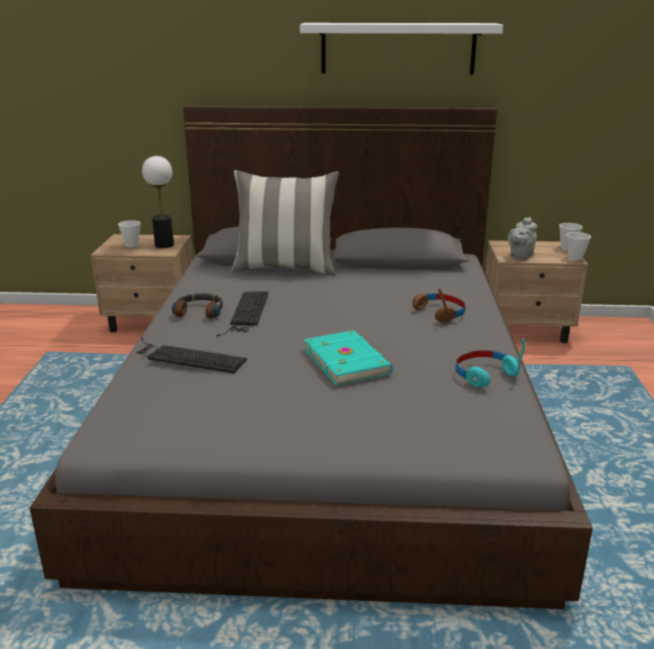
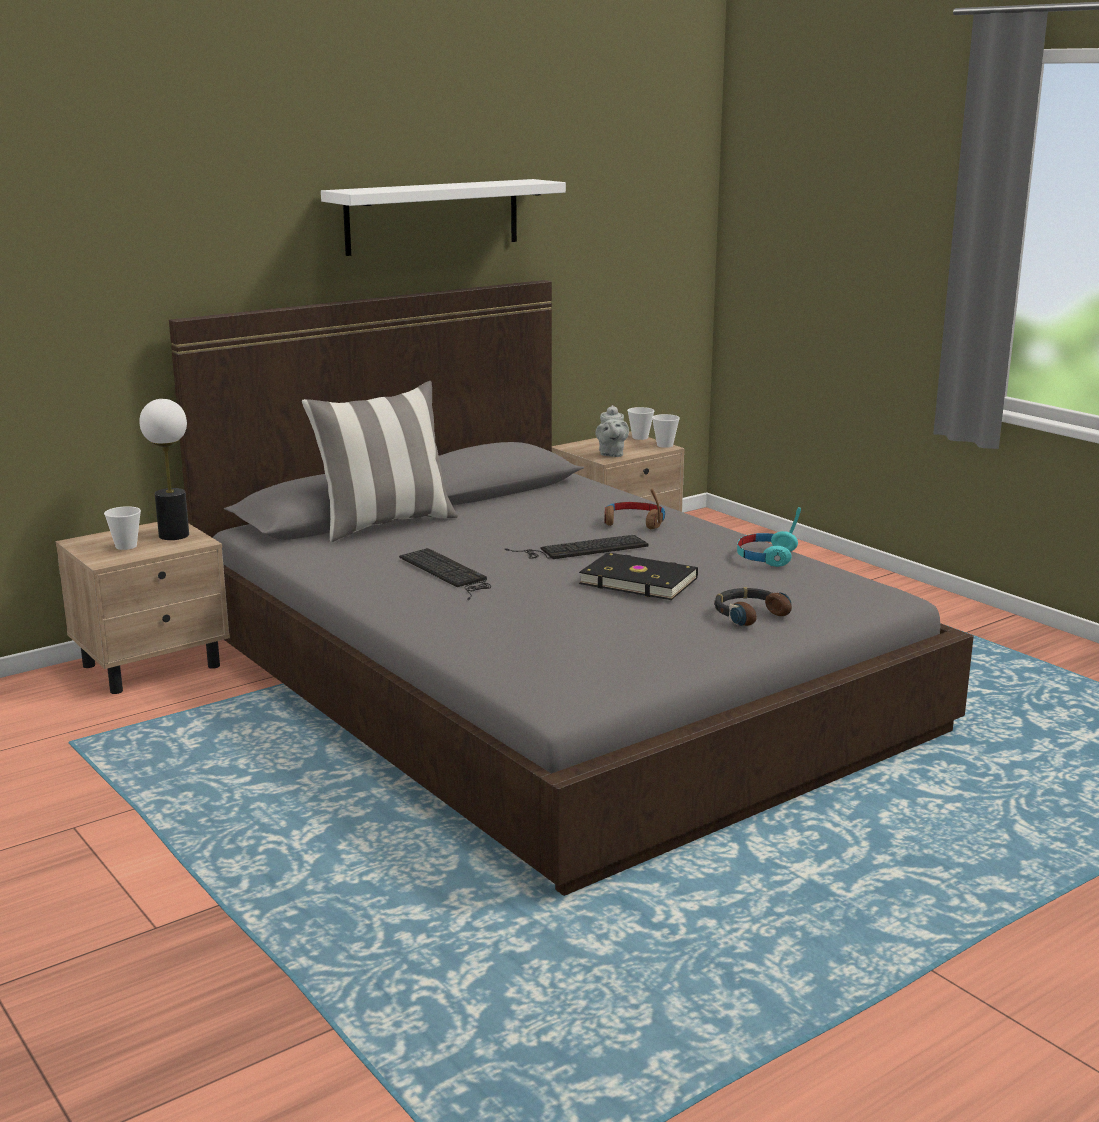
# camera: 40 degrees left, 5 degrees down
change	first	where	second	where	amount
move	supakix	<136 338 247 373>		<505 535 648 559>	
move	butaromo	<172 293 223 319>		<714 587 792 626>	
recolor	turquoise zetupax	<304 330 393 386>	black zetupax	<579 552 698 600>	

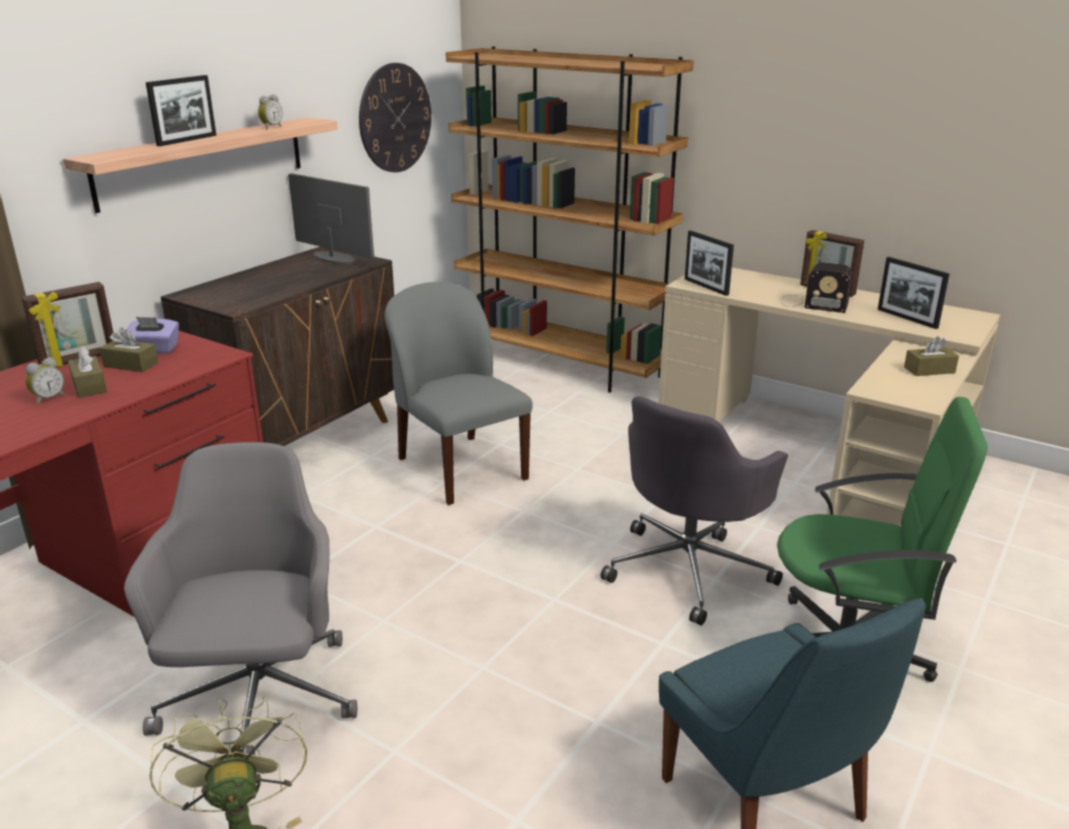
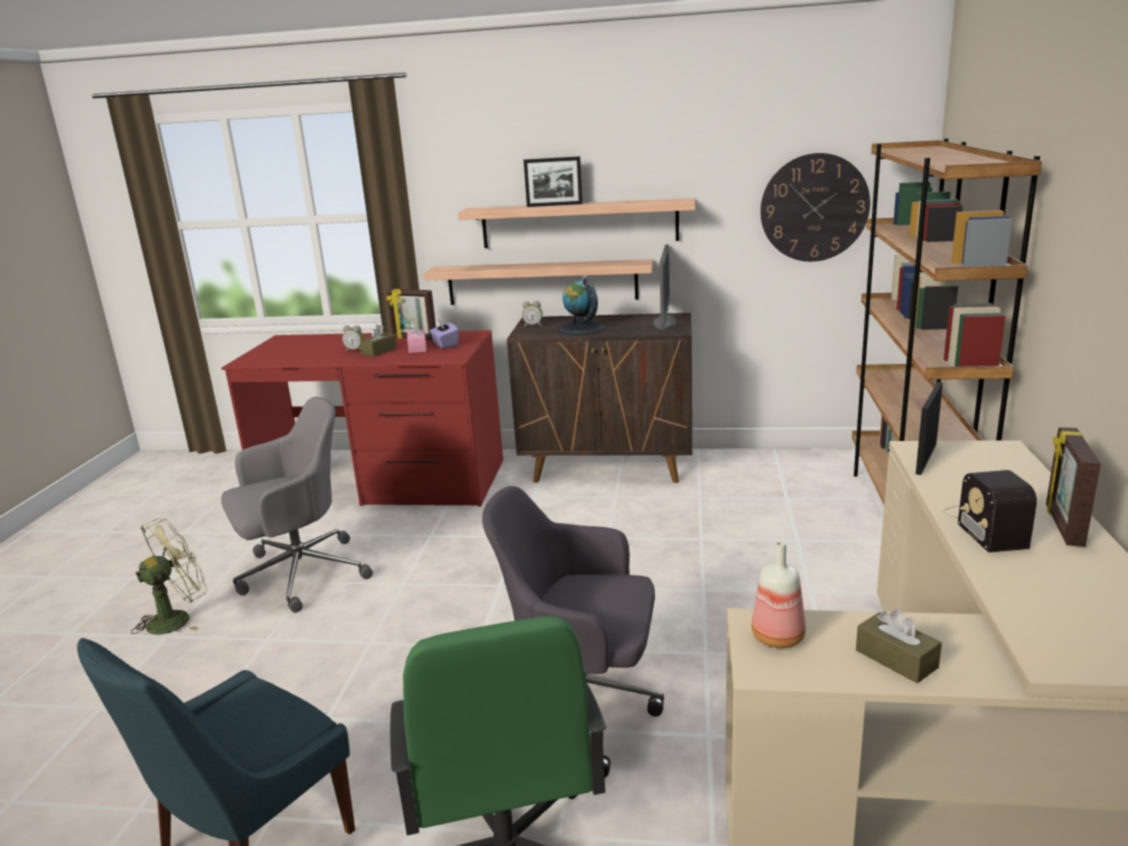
# camera: 65 degrees right, 5 degrees down
change	first	where	second	where	amount
recolor	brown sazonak	<99 328 159 372>	pink sazonak	<407 321 427 353>	
move	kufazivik	<258 94 283 129>		<522 301 543 327>	
delete	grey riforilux	<385 282 533 505>			
delete	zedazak	<878 257 950 329>			
insert			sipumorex	<423 259 653 305>	
insert			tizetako	<558 278 605 336>	
insert			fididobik	<752 541 806 648>	

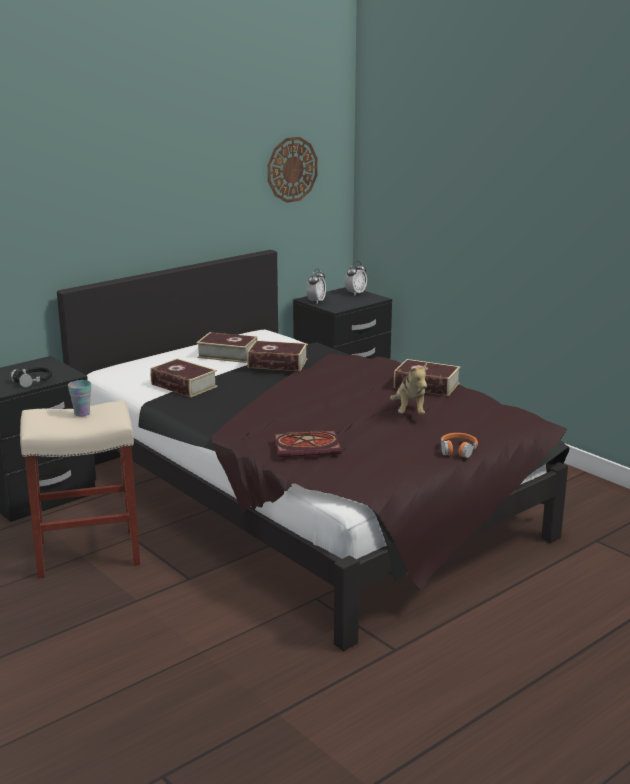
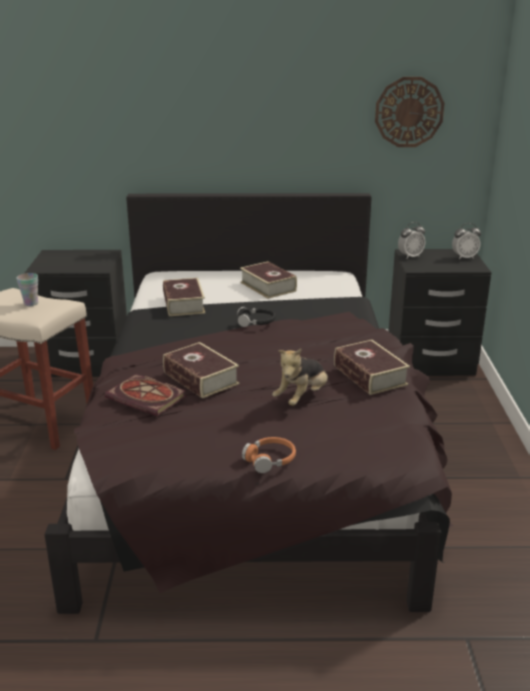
# camera: 40 degrees right, 5 degrees up
change	first	where	second	where	amount
move	black butaromo	<11 367 52 387>		<237 307 276 327>	
move	zetupax	<247 340 307 371>		<163 342 239 399>	

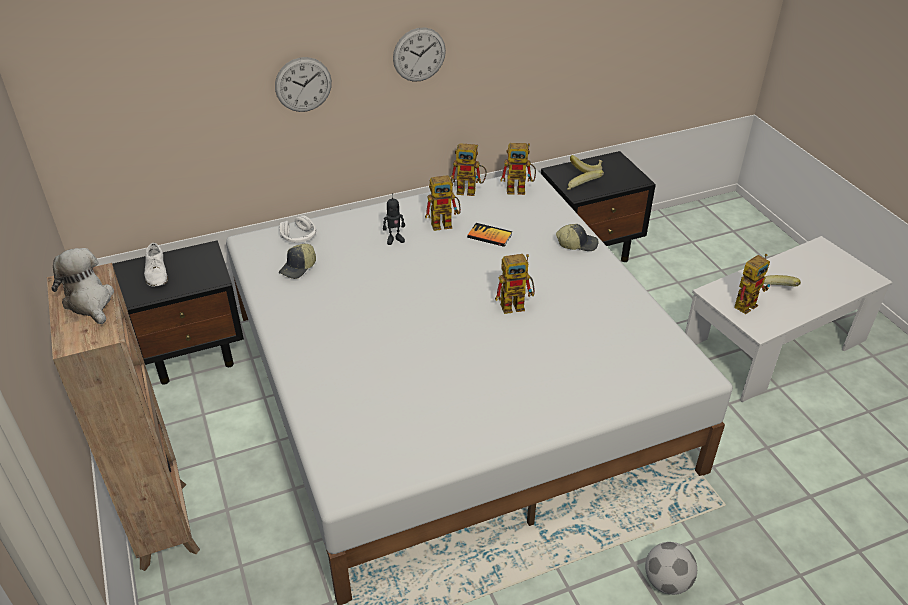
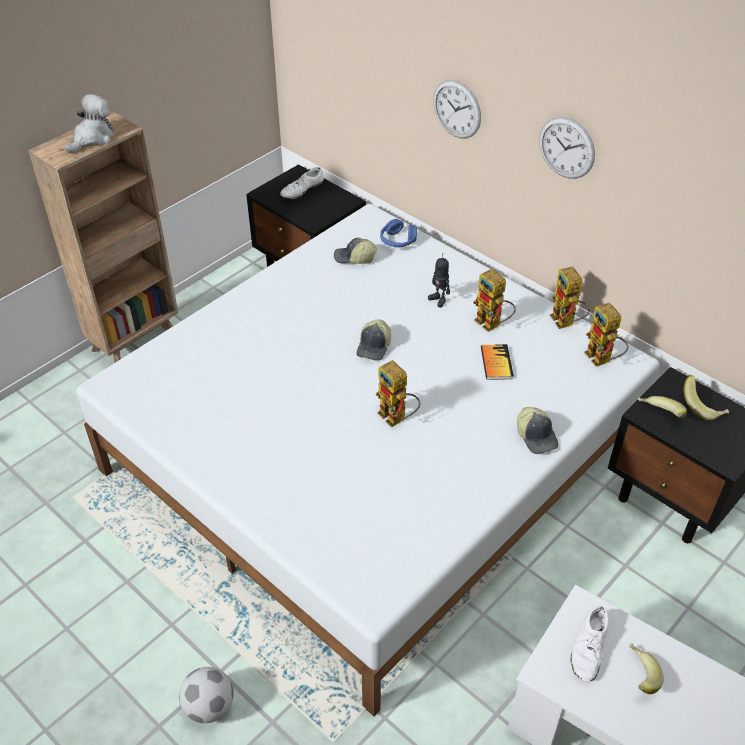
# camera: 65 degrees right, 5 degrees up
change	first	where	second	where	amount
recolor	white butaromo	<280 215 316 243>	blue butaromo	<380 219 417 247>	
replace	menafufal	<734 254 770 314>	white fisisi	<570 606 609 681>	
insert			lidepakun	<356 319 391 361>	

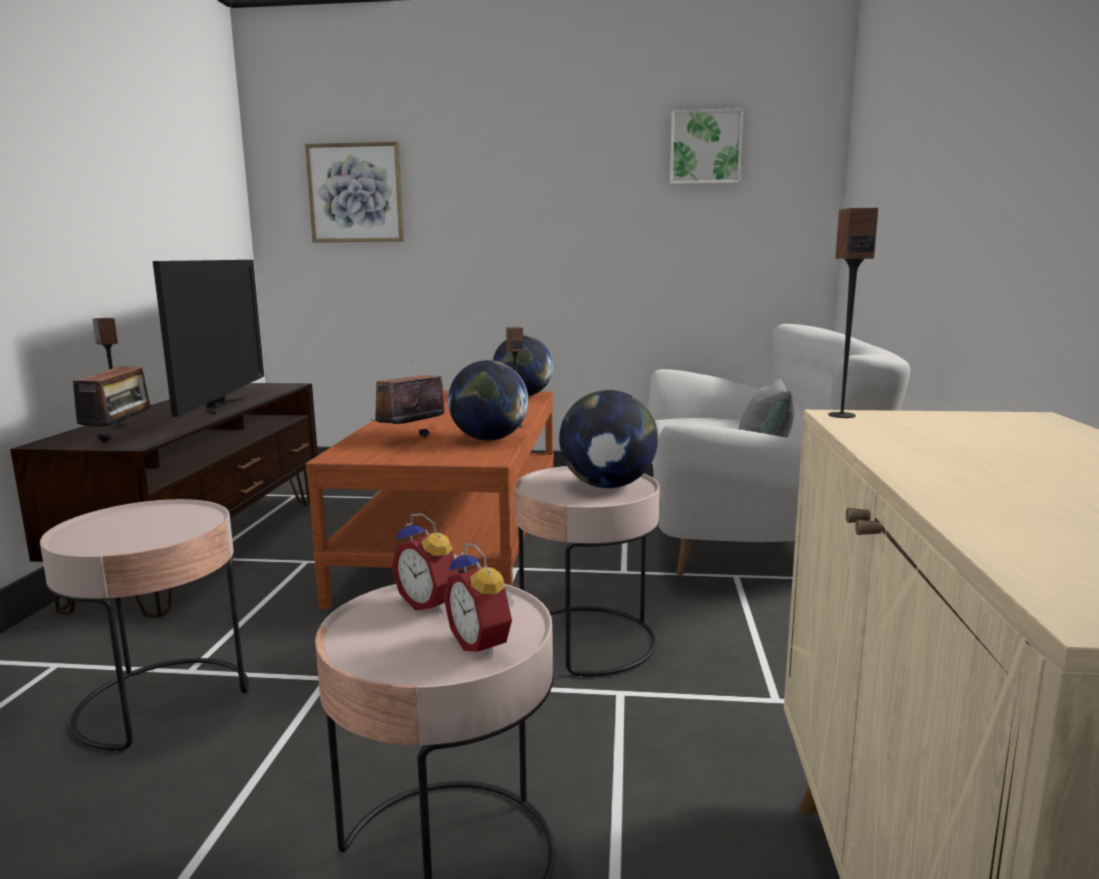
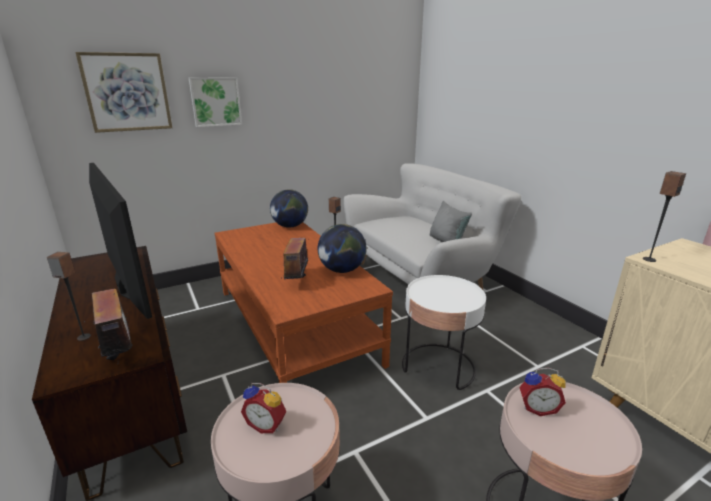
# camera: 35 degrees left, 10 degrees up
change	first	where	second	where	amount
move	kufazivik	<444 543 515 658>		<241 383 286 433>	
recolor	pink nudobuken	<514 466 660 677>	white nudobuken	<402 275 486 390>	
delete	tizetako	<559 390 658 488>			
move	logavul	<670 108 743 185>		<189 77 242 127>	

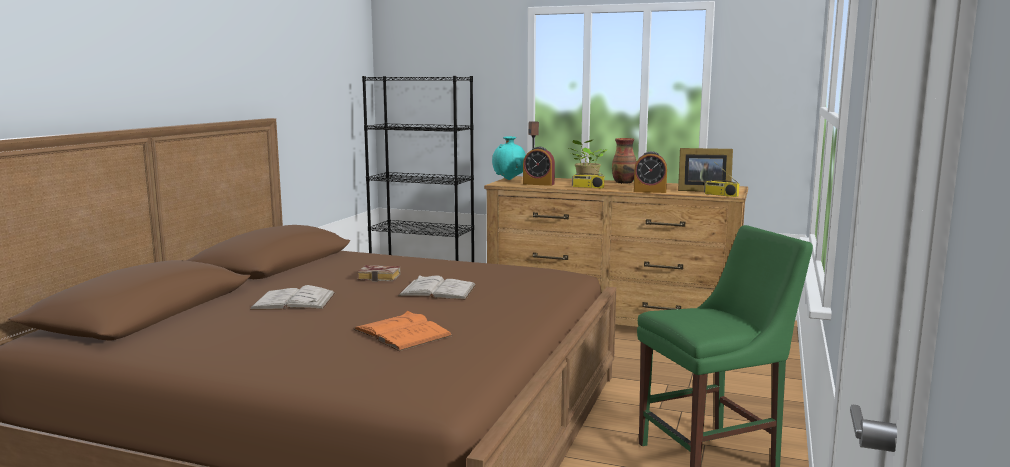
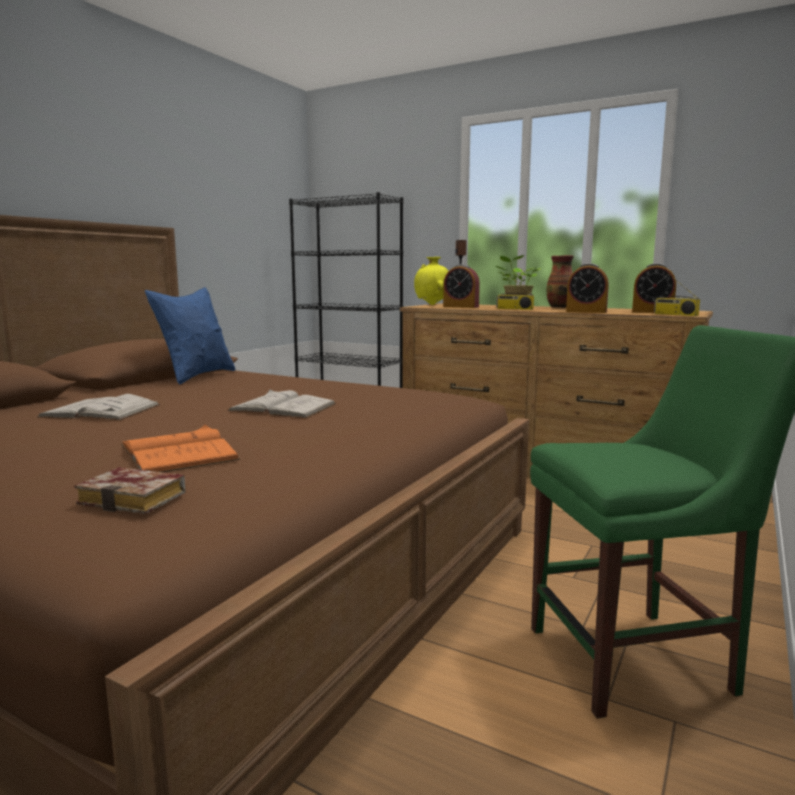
# camera: 10 degrees right, 0 degrees up
change	first	where	second	where	amount
move	zetupax	<357 265 401 282>		<74 467 186 514>	
recolor	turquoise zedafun	<492 136 526 180>	yellow zedafun	<414 257 448 305>	
replace	zedazak	<678 148 733 192>	kufazivik	<632 263 676 313>	
insert			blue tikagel	<145 287 236 384>	

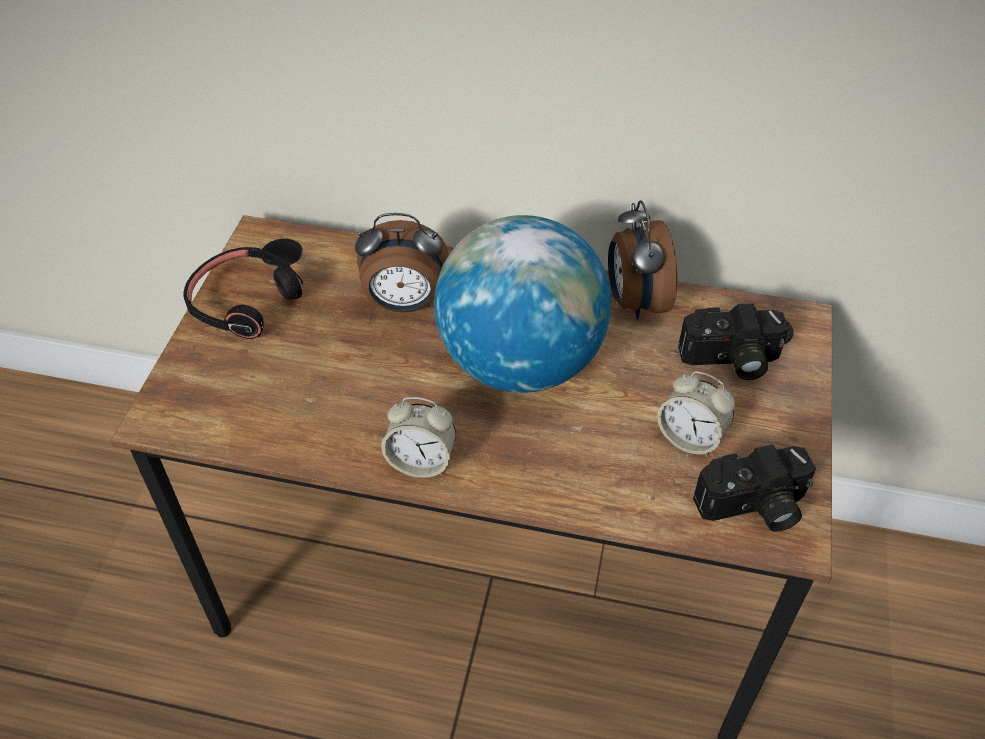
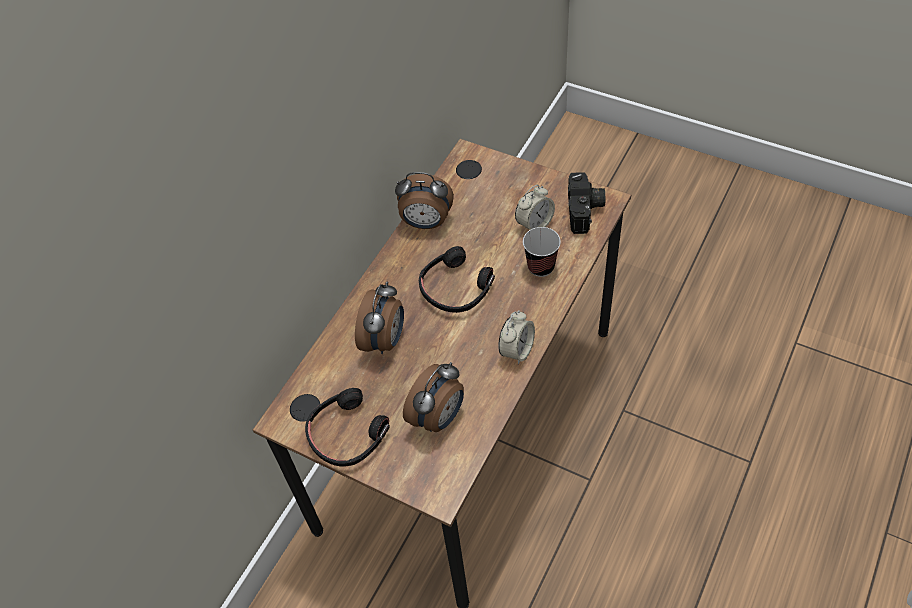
# camera: 70 degrees left, 5 degrees up
change	first	where	second	where	amount
replace	tizetako	<434 215 612 393>	black butaromo	<419 246 495 313>	
delete	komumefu	<678 303 788 380>			
insert			kufazivik	<403 362 464 432>	
insert			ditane	<523 227 561 277>	

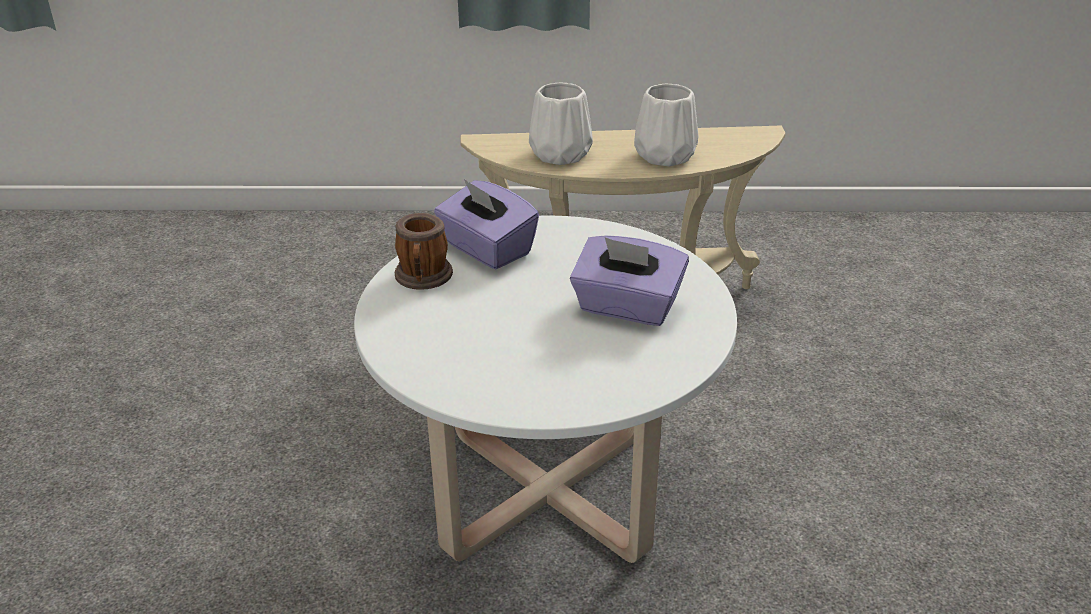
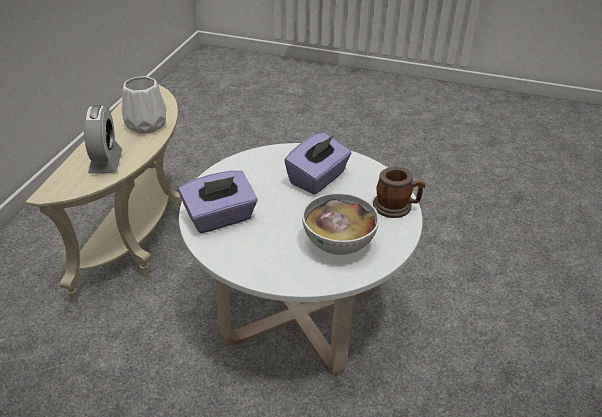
# camera: 75 degrees left, 5 degrees up
change	first	where	second	where	amount
move	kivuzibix	<395 213 453 290>		<373 167 426 218>	
replace	white zedafun	<529 83 593 165>	kufazivik	<84 105 122 174>	
insert			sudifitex	<302 193 379 255>	

